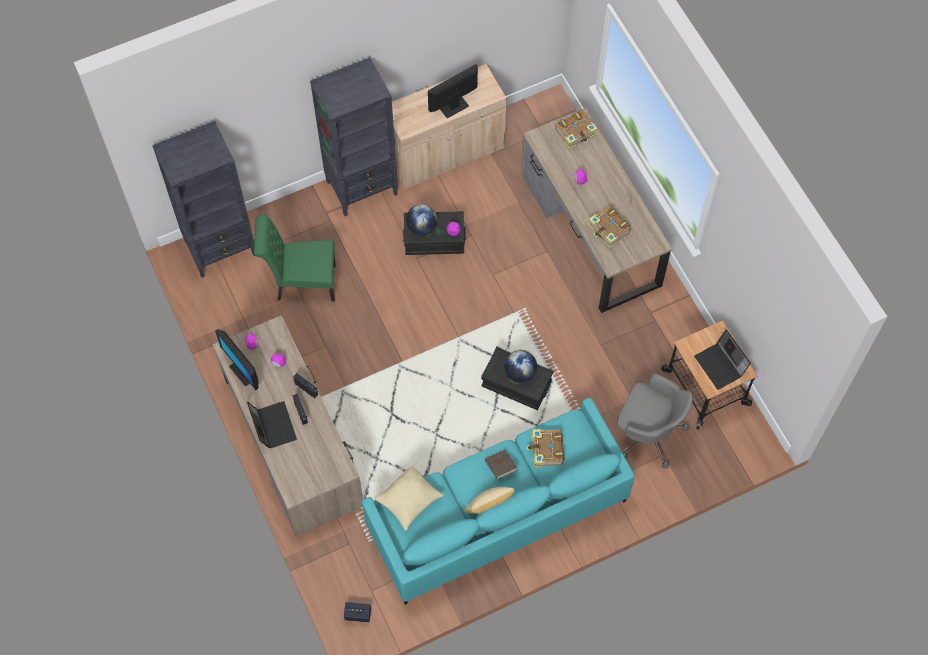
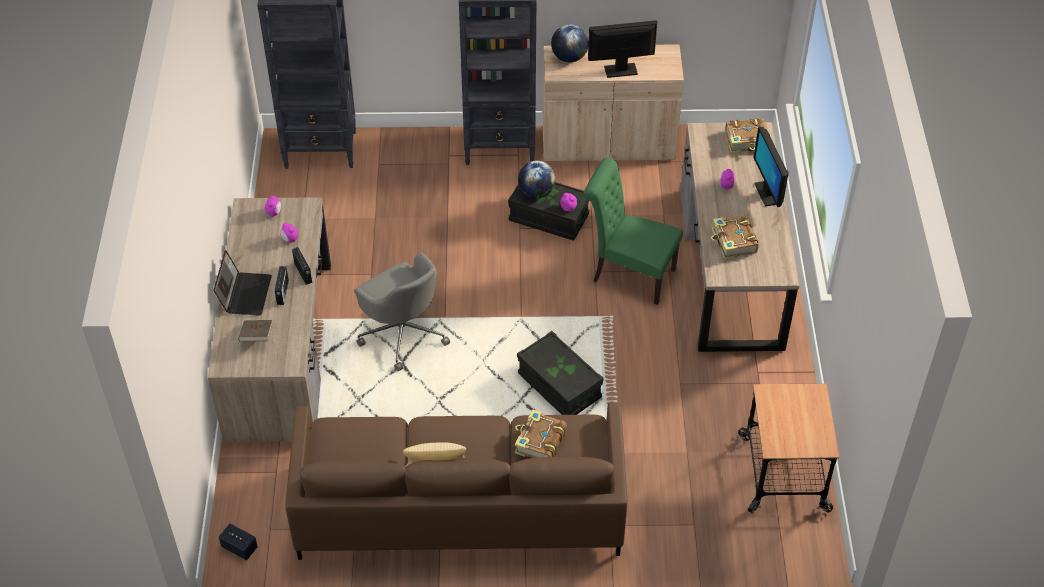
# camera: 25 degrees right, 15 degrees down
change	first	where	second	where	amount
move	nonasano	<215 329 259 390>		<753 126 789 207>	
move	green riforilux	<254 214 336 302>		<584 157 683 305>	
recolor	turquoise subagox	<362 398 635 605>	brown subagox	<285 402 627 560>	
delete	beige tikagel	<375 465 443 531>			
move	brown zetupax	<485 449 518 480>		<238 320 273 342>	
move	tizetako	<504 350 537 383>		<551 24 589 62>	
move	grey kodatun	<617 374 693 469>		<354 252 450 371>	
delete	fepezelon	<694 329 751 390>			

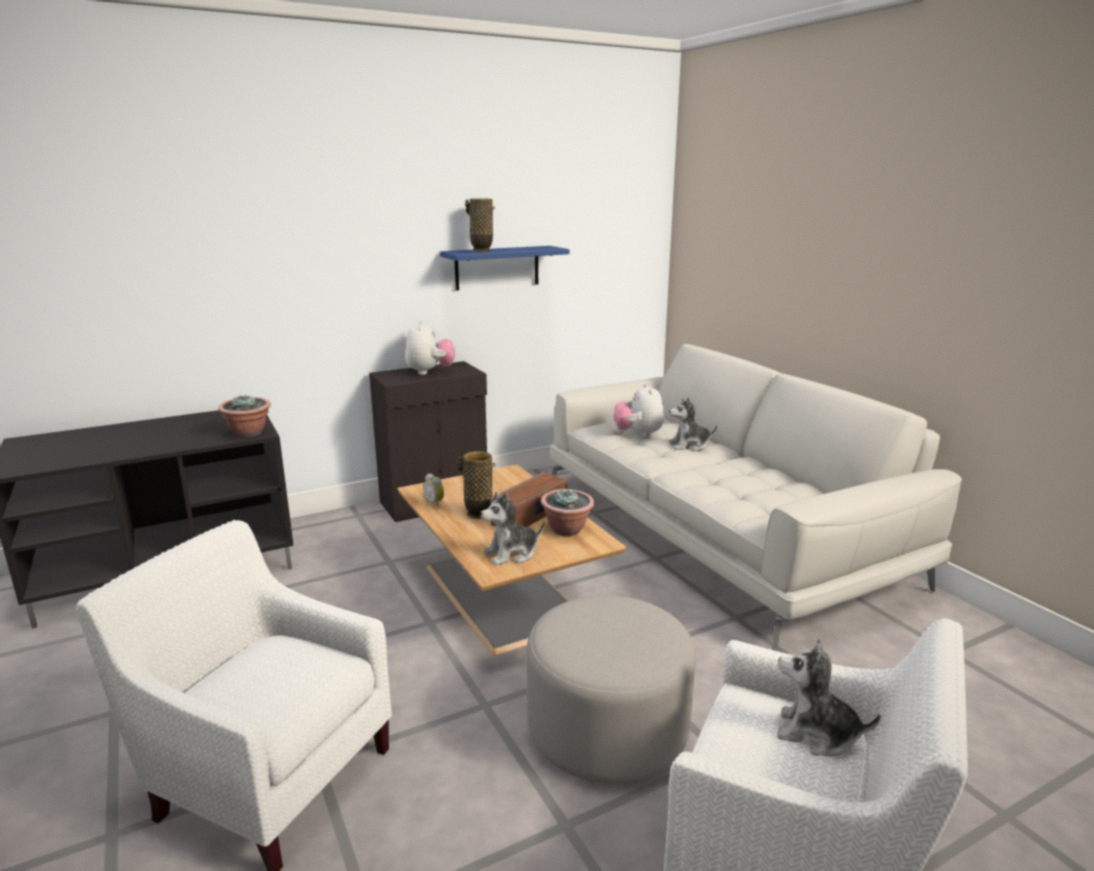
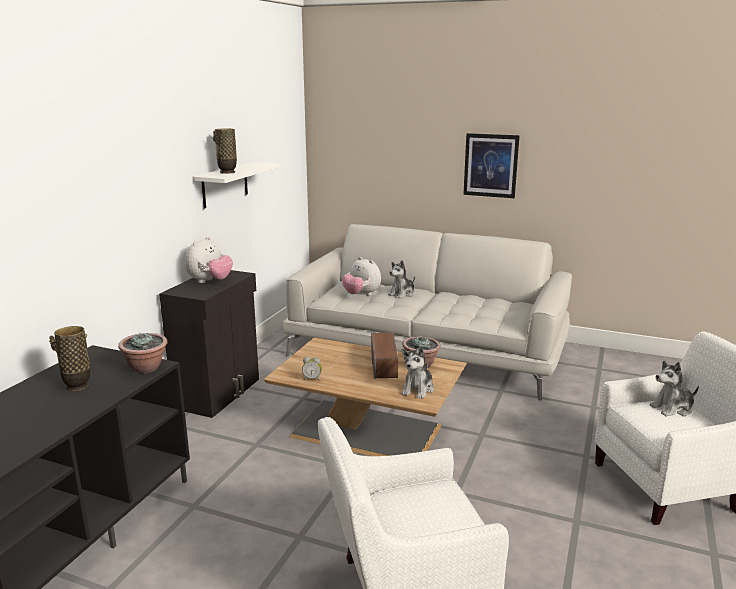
# camera: 40 degrees left, 0 degrees up
change	first	where	second	where	amount
rotate	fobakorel	<405 321 455 375>		<185 237 233 283>	75 degrees clockwise
recolor	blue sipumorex	<440 246 569 291>	white sipumorex	<193 162 280 209>	
move	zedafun	<457 451 495 519>		<49 326 90 391>	
delete	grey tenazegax	<527 595 696 784>			
insert			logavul	<463 133 520 198>	

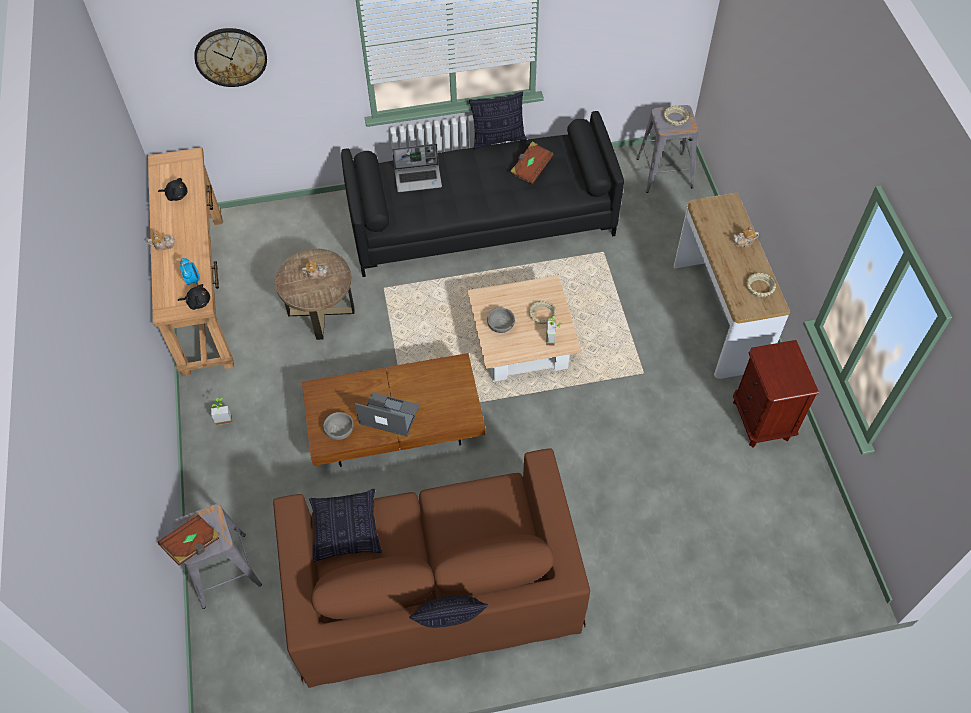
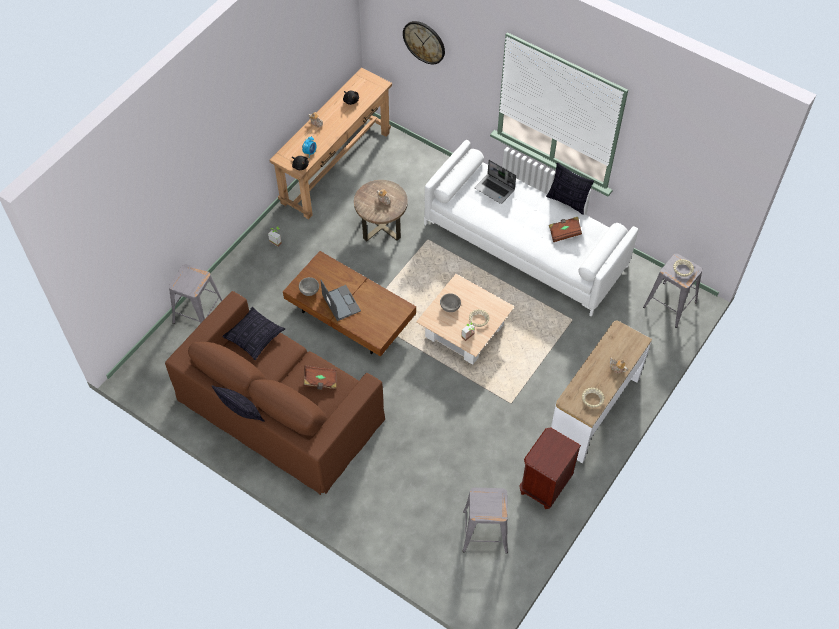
# camera: 45 degrees right, 0 degrees up
change	first	where	second	where	amount
move	brown zetupax	<158 515 220 566>		<304 365 337 390>	
recolor	black subagox	<341 111 624 277>	white subagox	<424 140 638 317>	
insert			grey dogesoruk	<463 488 508 554>	

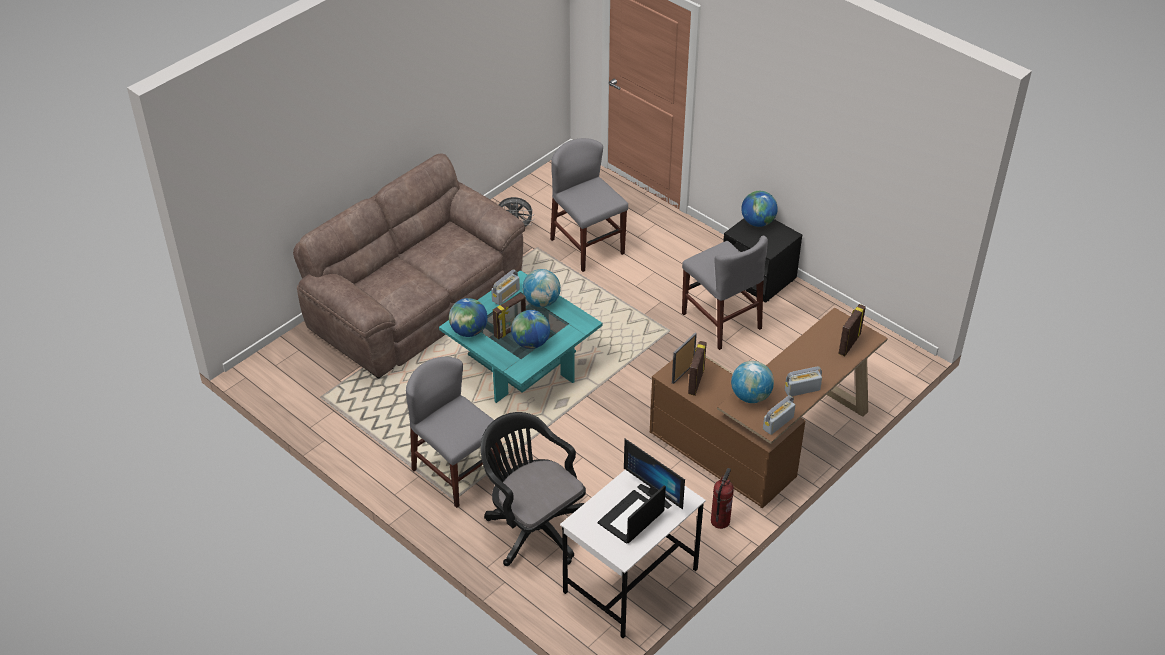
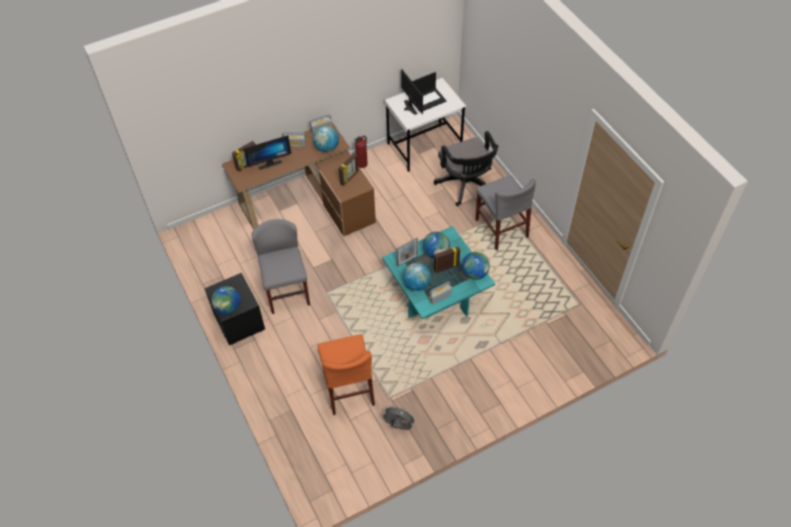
# camera: 160 degrees left, 10 degrees up
change	first	where	second	where	amount
delete	brown subagox	<293 153 525 379>			
recolor	grey riforilux	<550 138 628 272>	orange riforilux	<317 334 375 415>	
move	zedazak	<672 333 697 384>		<397 238 418 266>	
insert			nonasano	<243 135 291 170>	

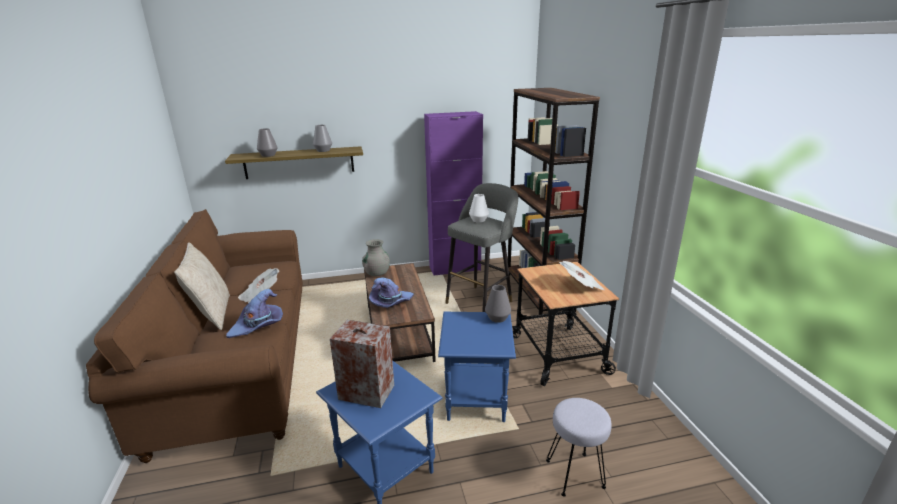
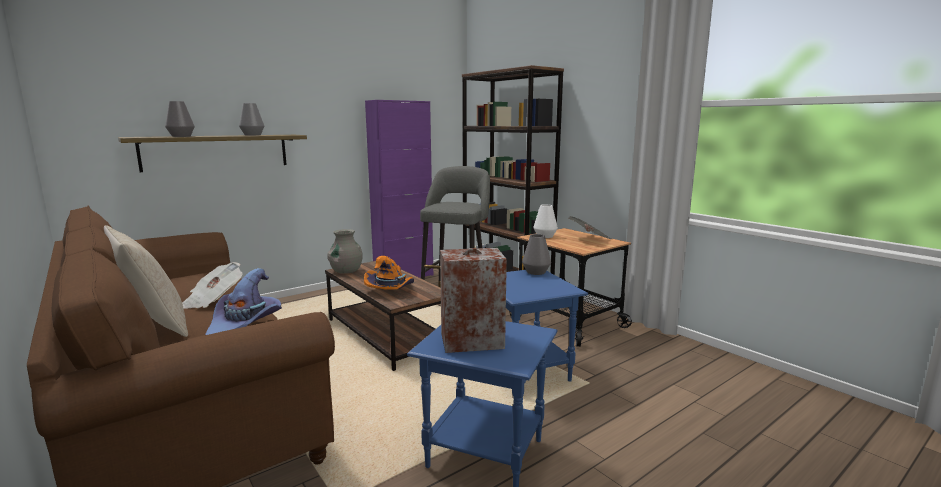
# camera: 25 degrees left, 10 degrees down
change	first	where	second	where	amount
recolor	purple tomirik	<369 277 414 308>	orange tomirik	<364 256 414 290>	
move	white zedafun	<469 194 489 223>		<533 204 558 238>	
delete	grey dogesoruk	<546 398 612 496>			

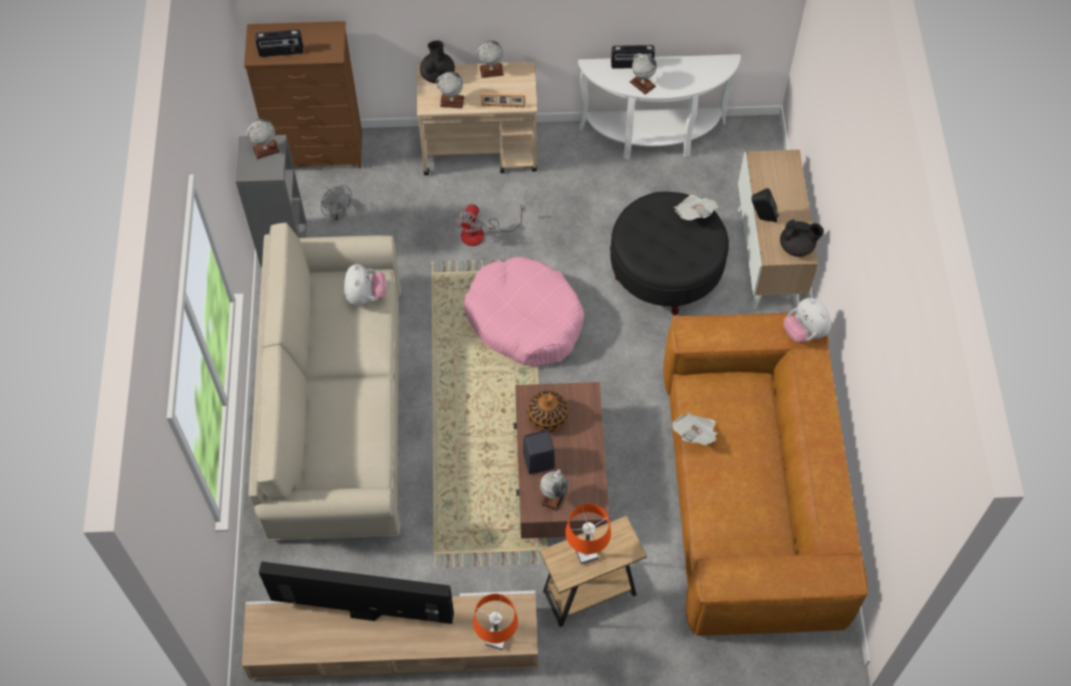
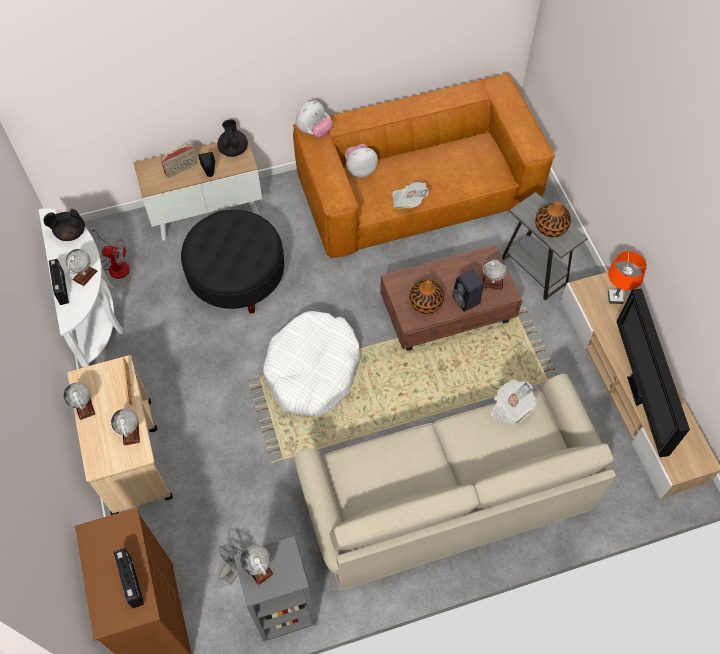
# camera: 105 degrees left, 0 degrees up
change	first	where	second	where	amount
move	fobakorel	<344 264 386 306>		<345 144 378 177>	
move	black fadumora	<420 40 455 83>		<43 209 85 241>	
move	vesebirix	<453 204 526 246>		<91 226 130 279>	
recolor	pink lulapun	<464 257 584 366>	white lulapun	<263 311 361 416>	
recolor	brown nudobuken	<540 515 647 627>	grey nudobuken	<502 192 588 301>	
replace	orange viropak	<565 504 611 565>	zedafun	<535 202 571 237>	
move	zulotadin	<673 195 718 220>		<490 379 537 426>	
insert			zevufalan	<161 145 198 178>	

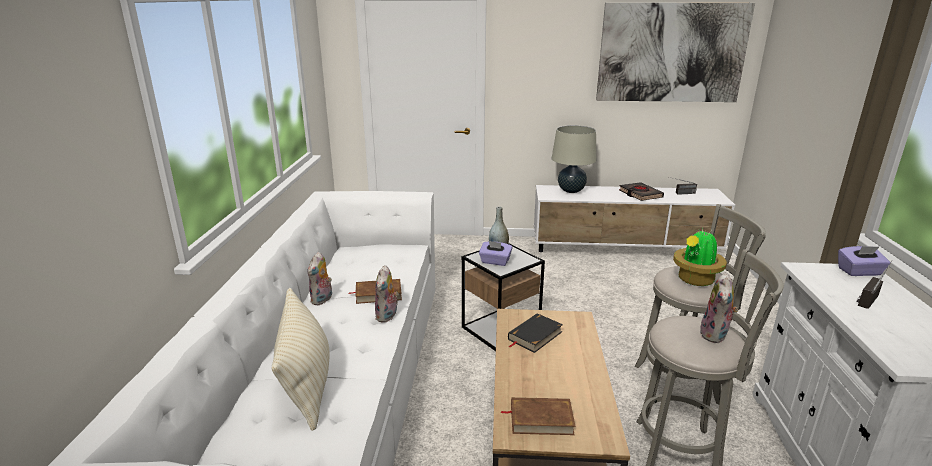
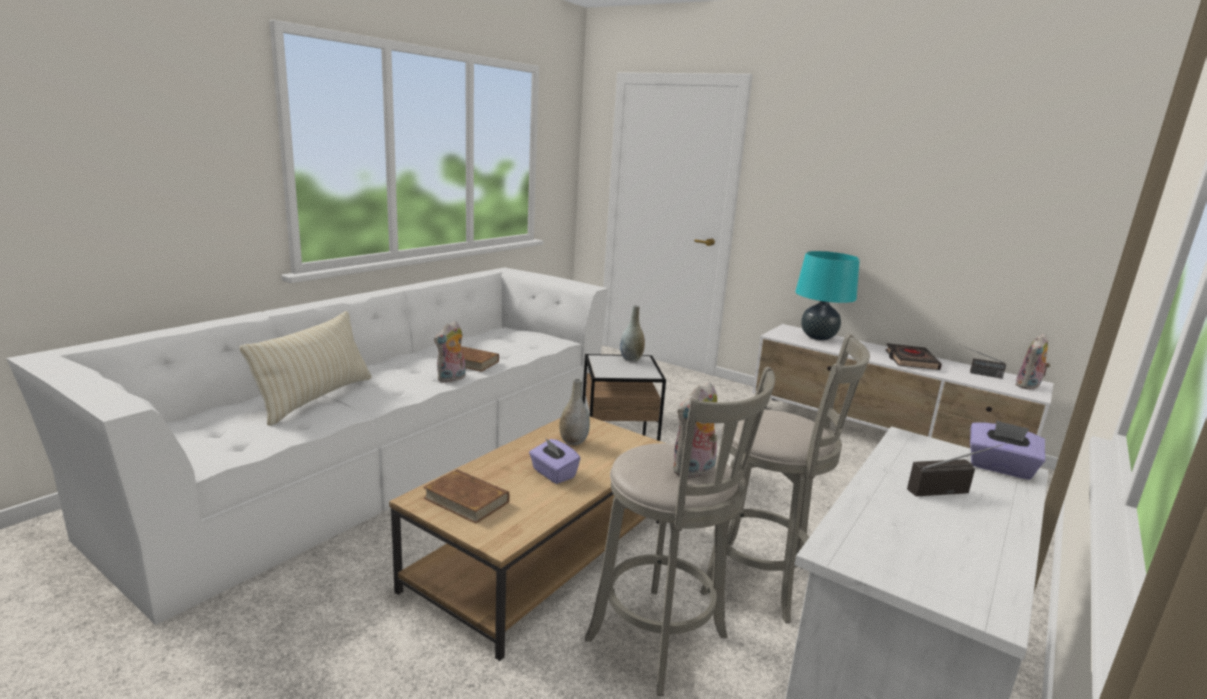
# camera: 30 degrees right, 5 degrees down
change	first	where	second	where	amount
move	fobakorel	<307 252 332 305>		<1015 334 1050 390>	
move	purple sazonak	<479 241 513 266>		<529 439 581 484>	
replace	black zetupax	<508 313 563 353>	grey zedafun	<560 378 590 445>	
recolor	beige viropak	<552 125 596 193>	turquoise viropak	<795 251 860 340>	
delete	logavul	<596 3 755 102>			
delete	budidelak	<673 228 727 286>			

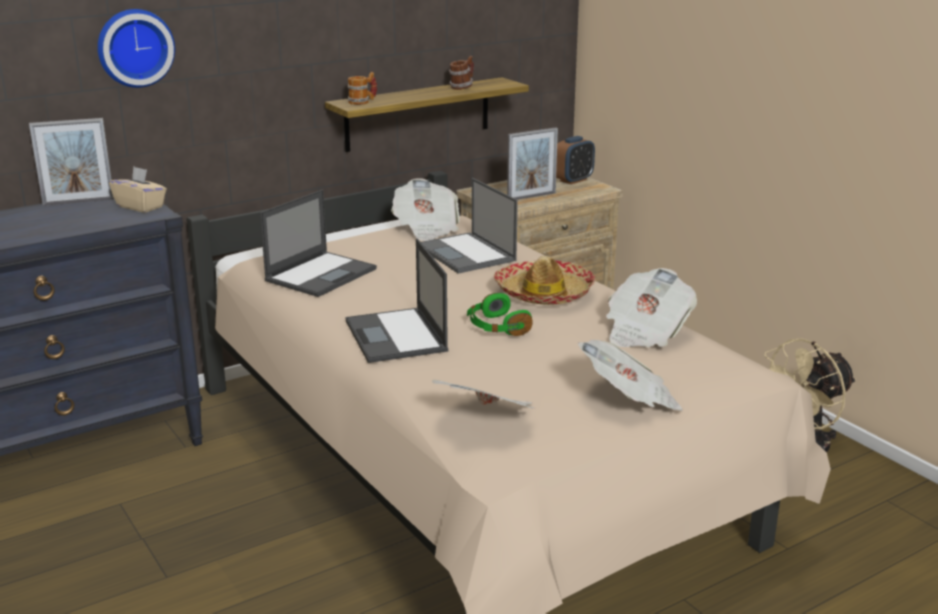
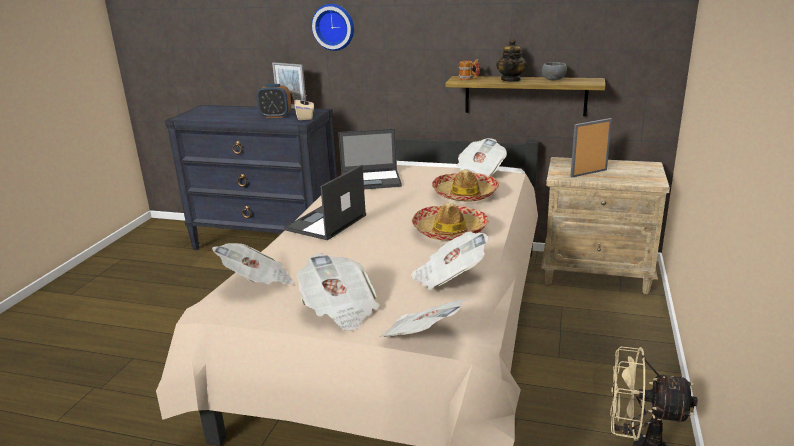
# camera: 50 degrees right, 0 degrees up
change	first	where	second	where	amount
replace	fepezelon	<421 178 518 274>	tomirik	<432 169 499 202>	
replace	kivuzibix	<449 56 474 90>	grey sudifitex	<542 62 567 80>	
delete	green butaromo	<467 293 533 336>			
rotate	zedazak	<507 127 558 200>		<570 118 612 177>	135 degrees clockwise
move	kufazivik	<556 136 595 184>		<256 84 291 118>	
insert			zulotadin	<379 299 466 337>	
insert			fadumora	<496 39 527 82>	

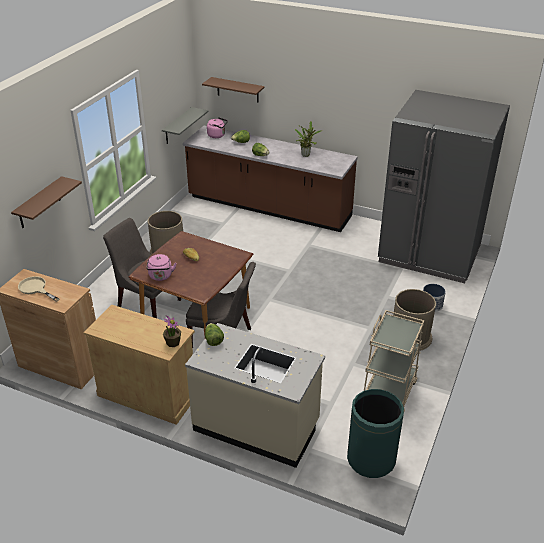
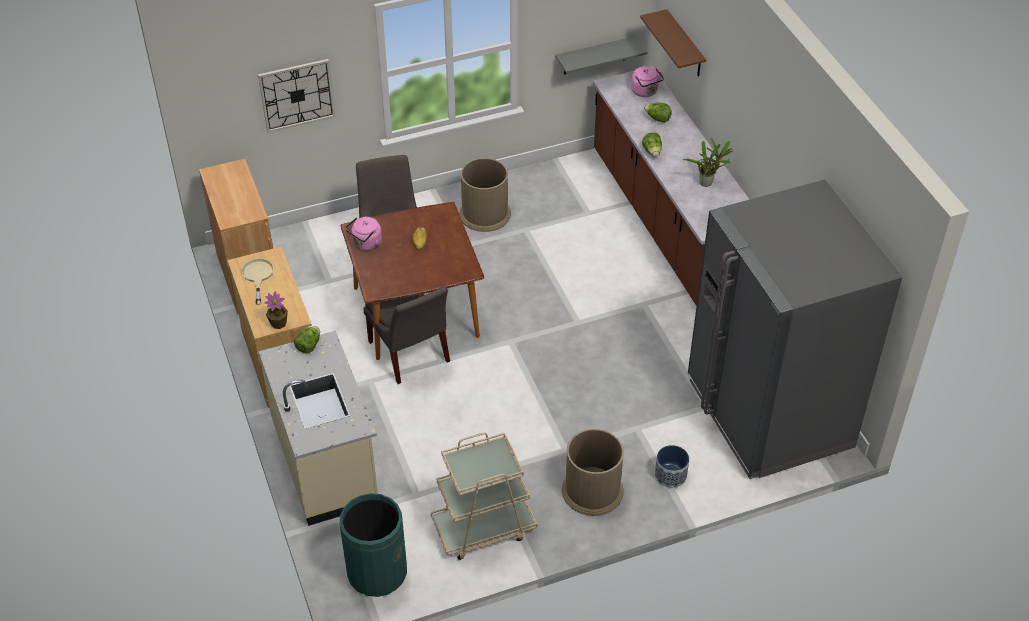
# camera: 45 degrees right, 10 degrees up
change	first	where	second	where	amount
replace	brown sipumorex	<11 176 82 228>	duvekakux	<258 59 335 133>	
move	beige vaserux	<18 276 59 302>		<241 258 274 305>	

